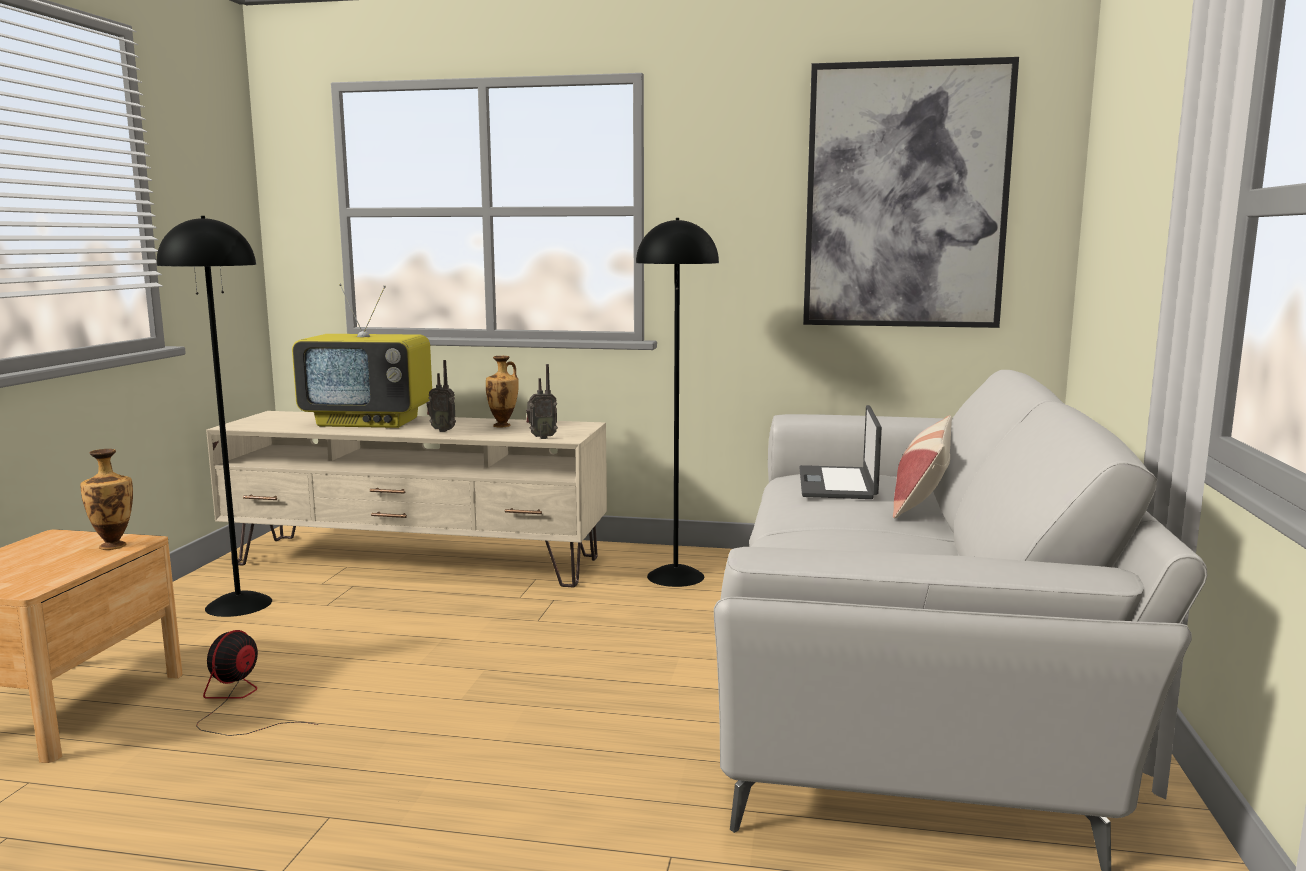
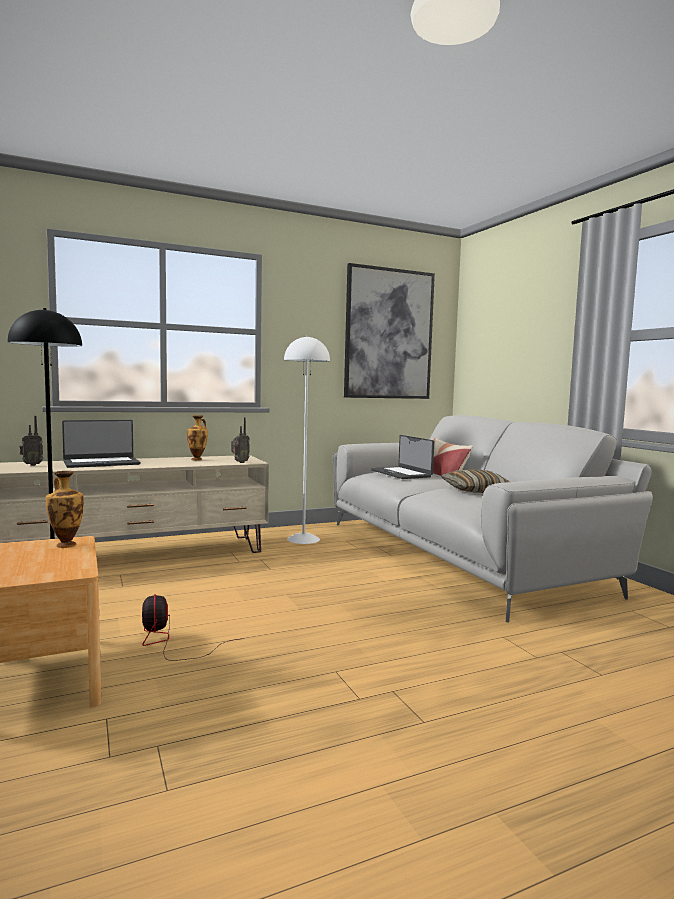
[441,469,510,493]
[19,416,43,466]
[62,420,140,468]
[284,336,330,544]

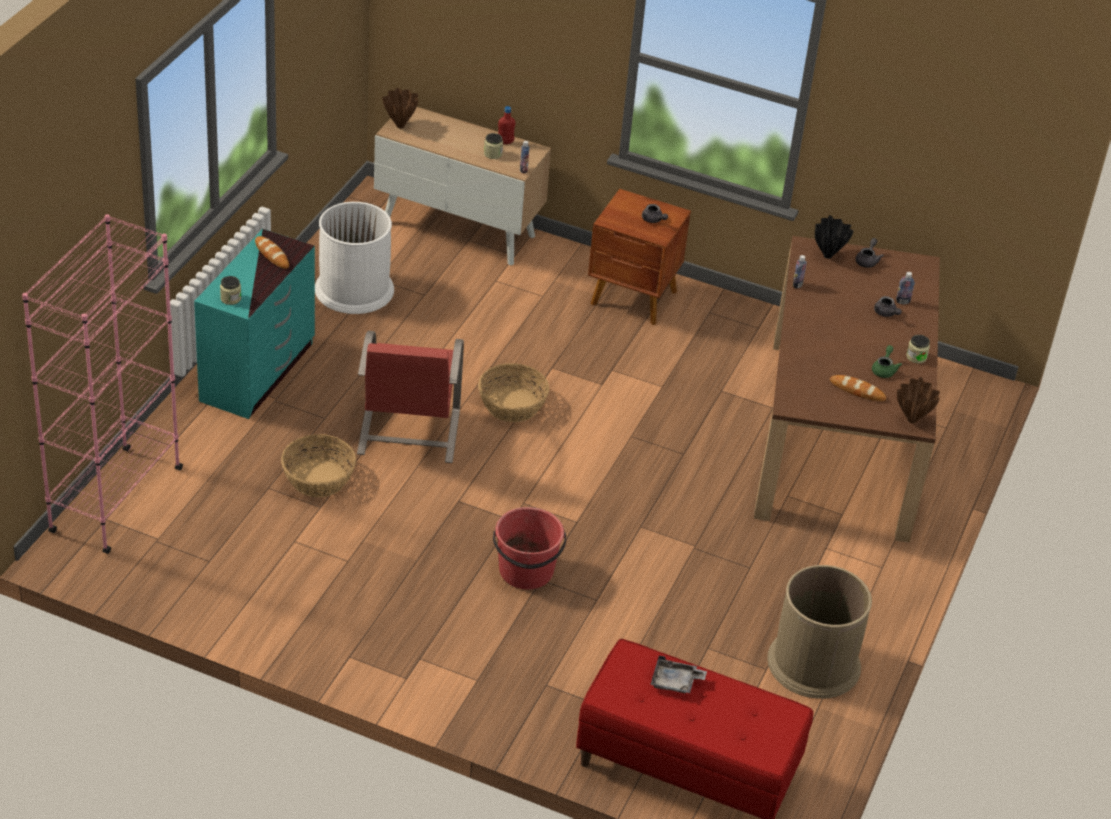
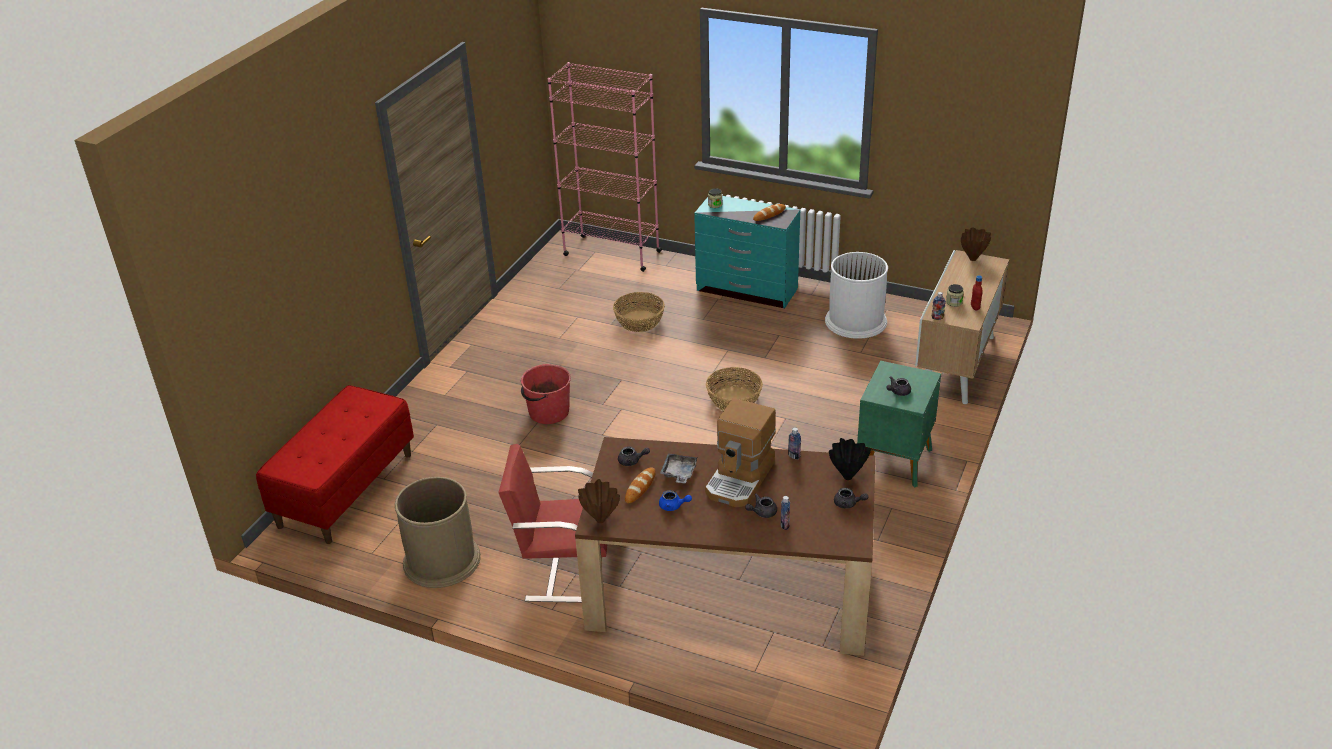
[906,335,930,363] (first image)
[618,446,650,466]
[705,398,776,507]
[498,444,608,603]
[660,453,698,483]
[857,361,941,488]
[659,490,692,511]

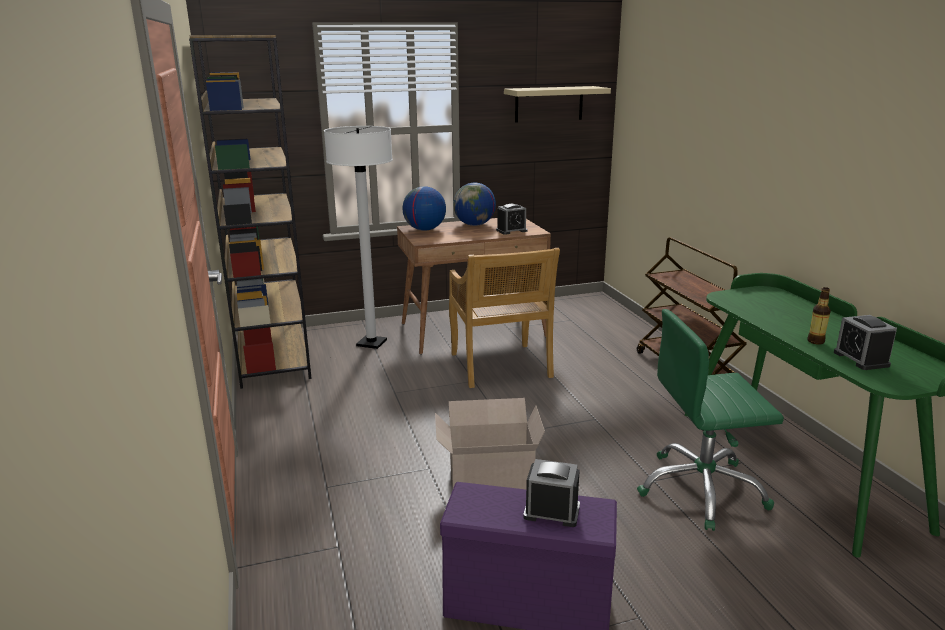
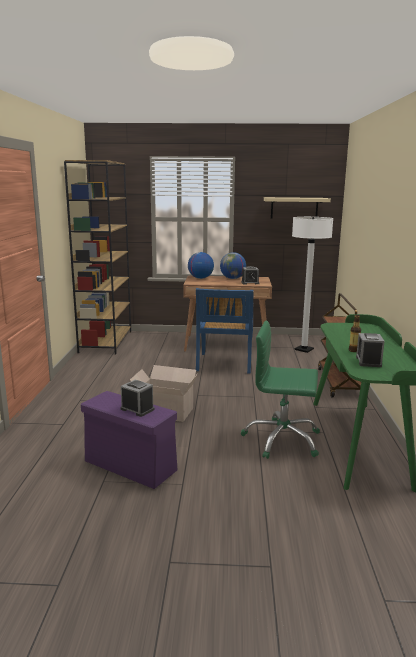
[292,217,333,353]
[196,288,254,374]

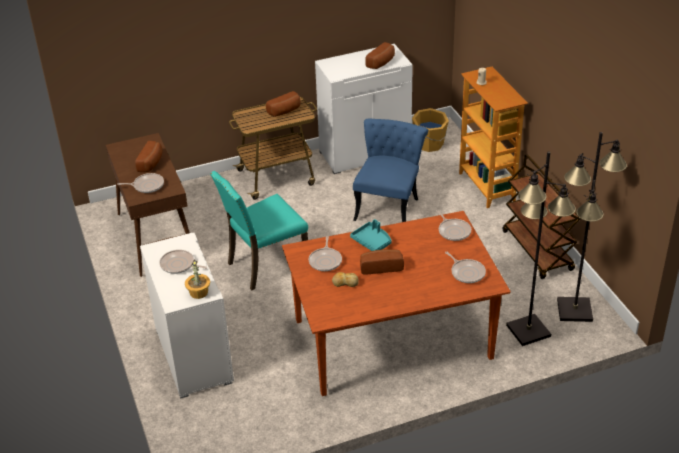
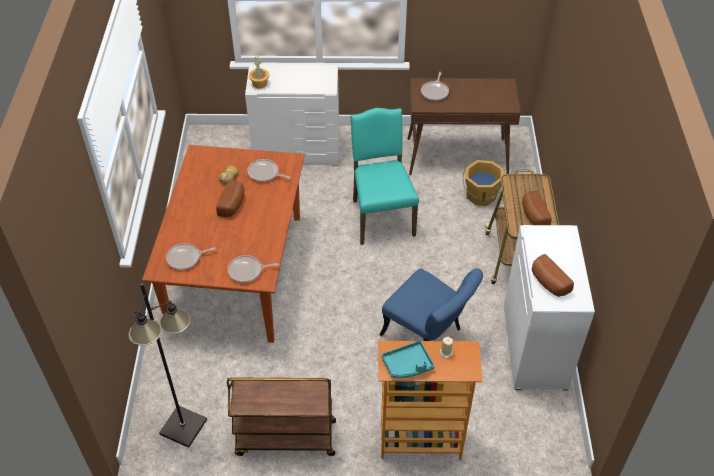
[135,141,163,172] (first image)
[160,250,207,274] (first image)
[506,151,576,346] (first image)
[381,341,435,378]
[463,160,504,206]

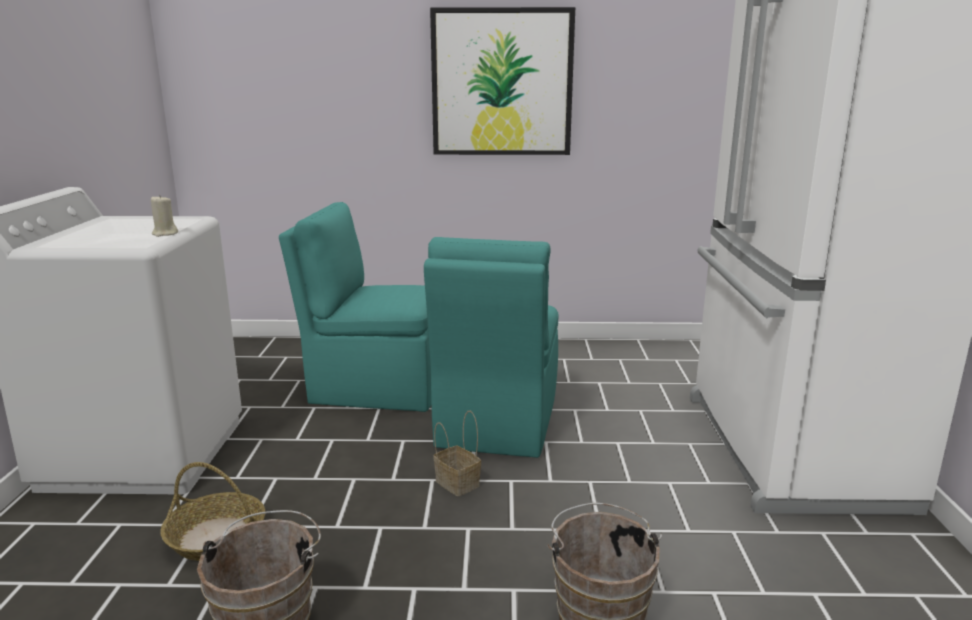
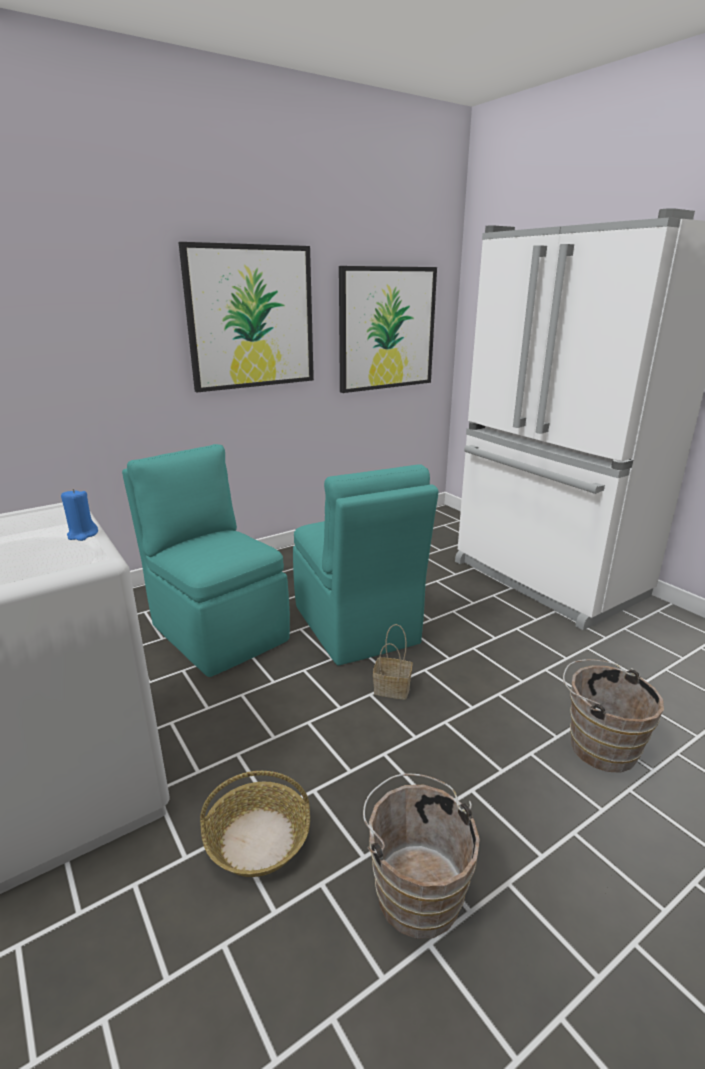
[339,266,437,393]
[61,489,98,541]
[122,444,290,677]

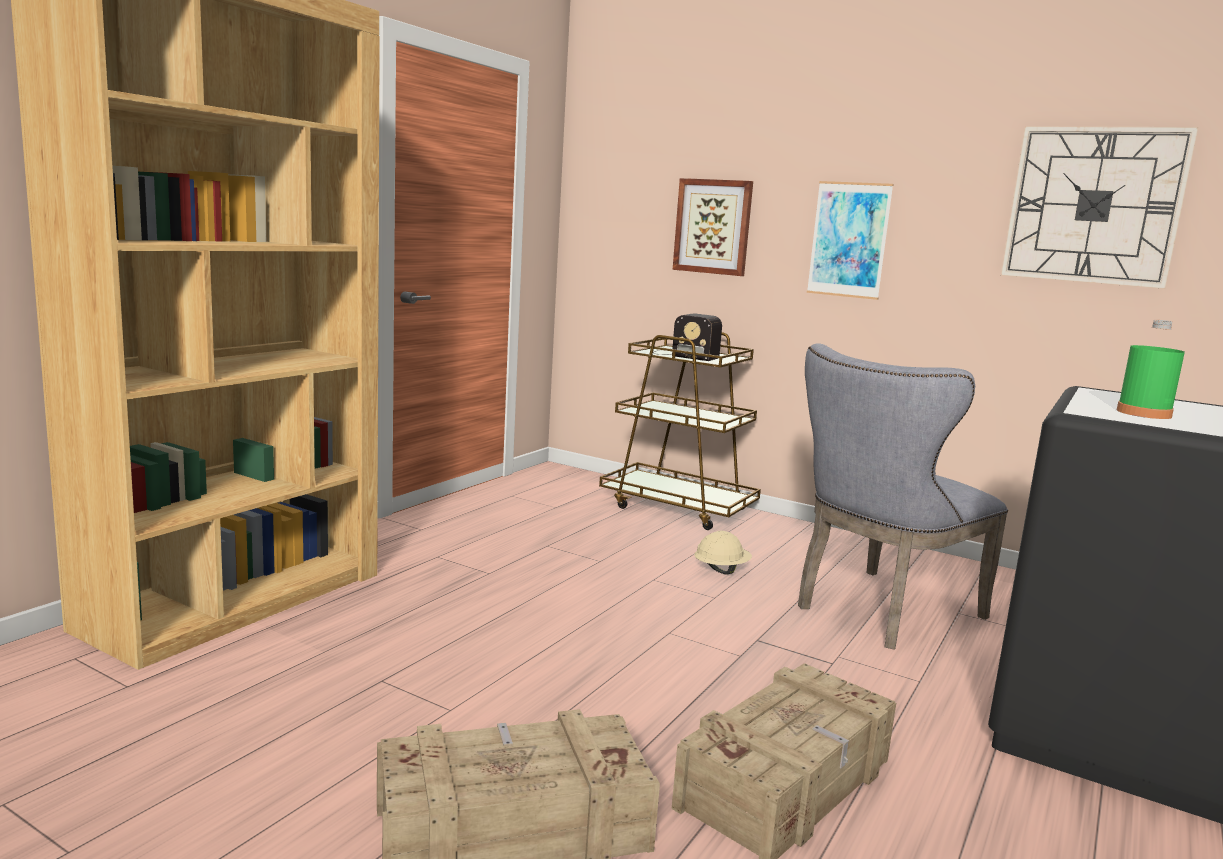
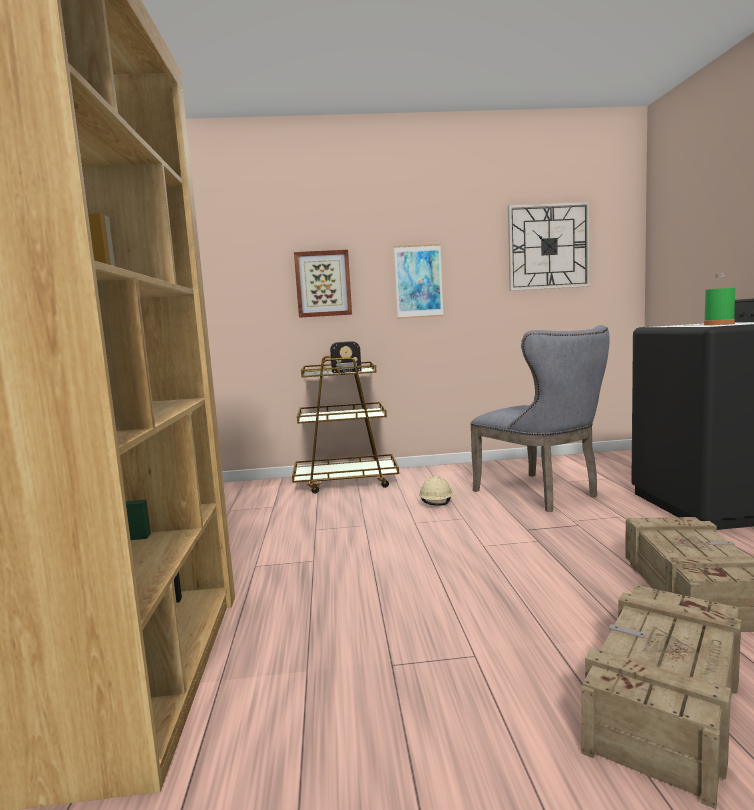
[470,325,610,512]

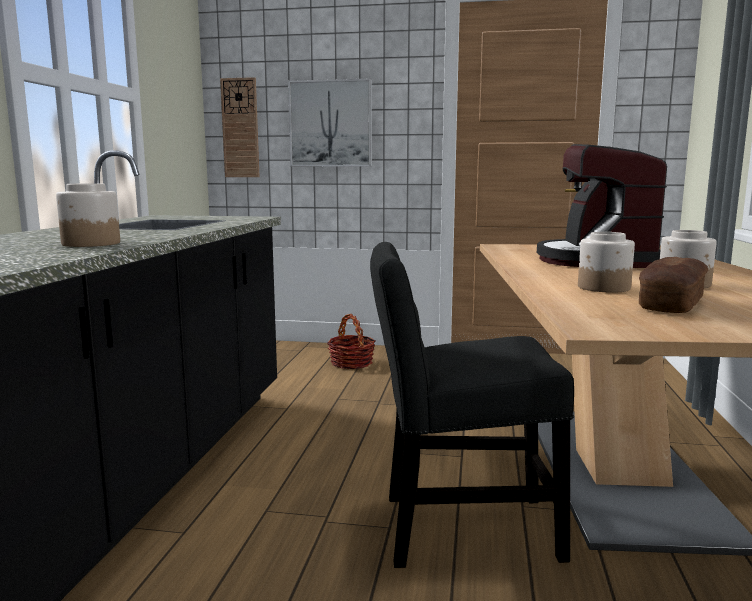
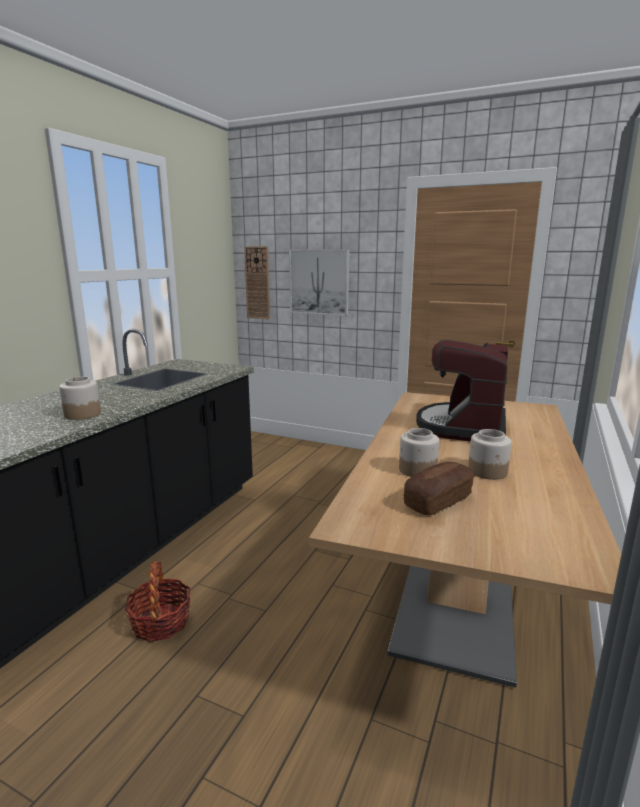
[370,242,574,568] (first image)
[125,561,191,642]

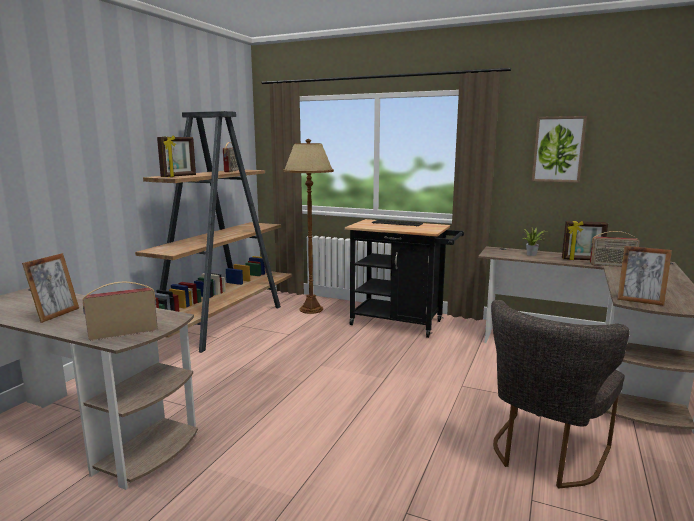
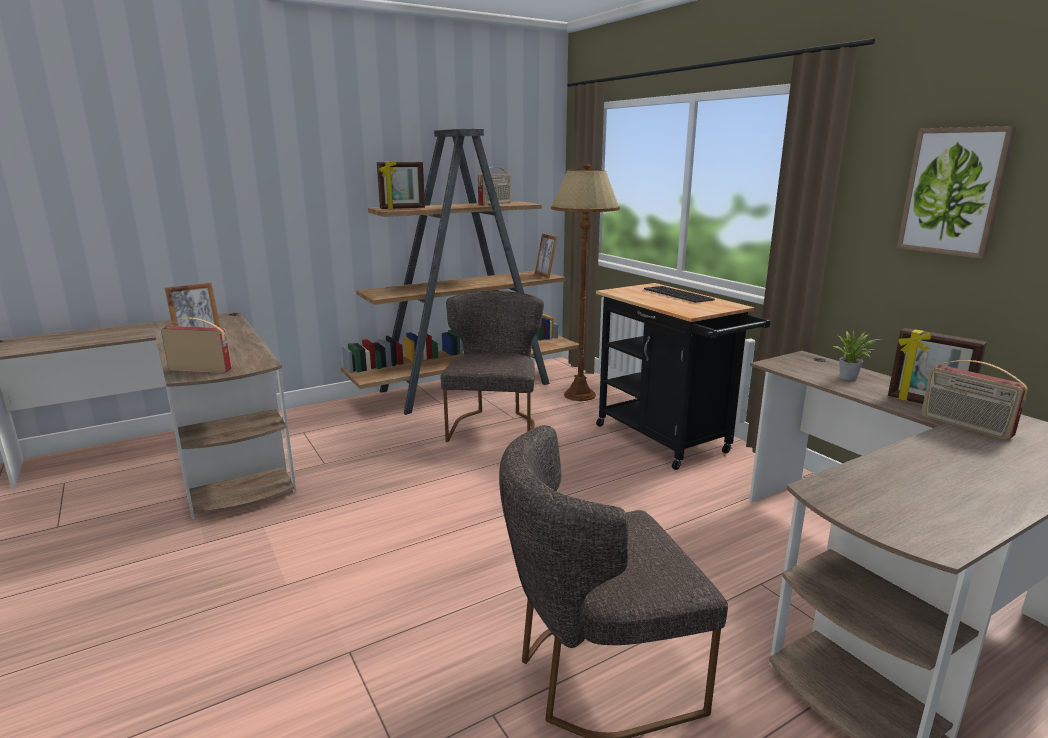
[440,291,544,442]
[535,233,557,279]

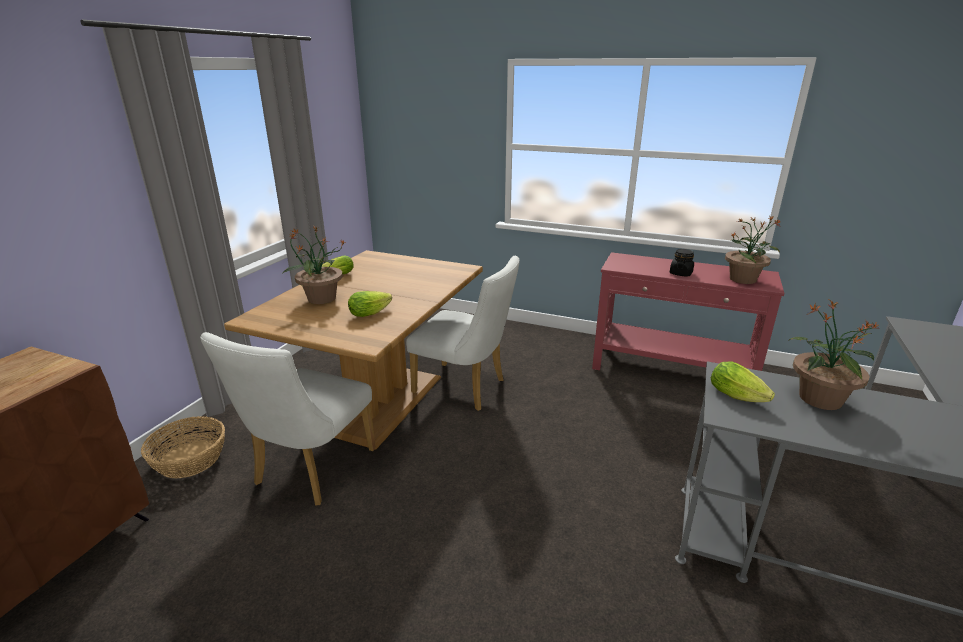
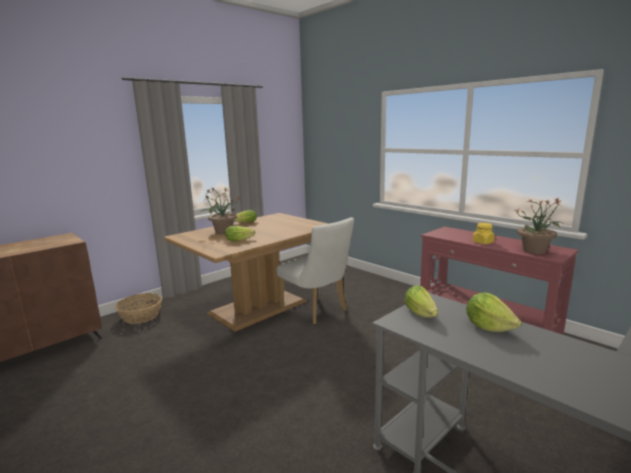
[200,332,376,505] (first image)
[466,292,521,332]
[473,223,495,244]

